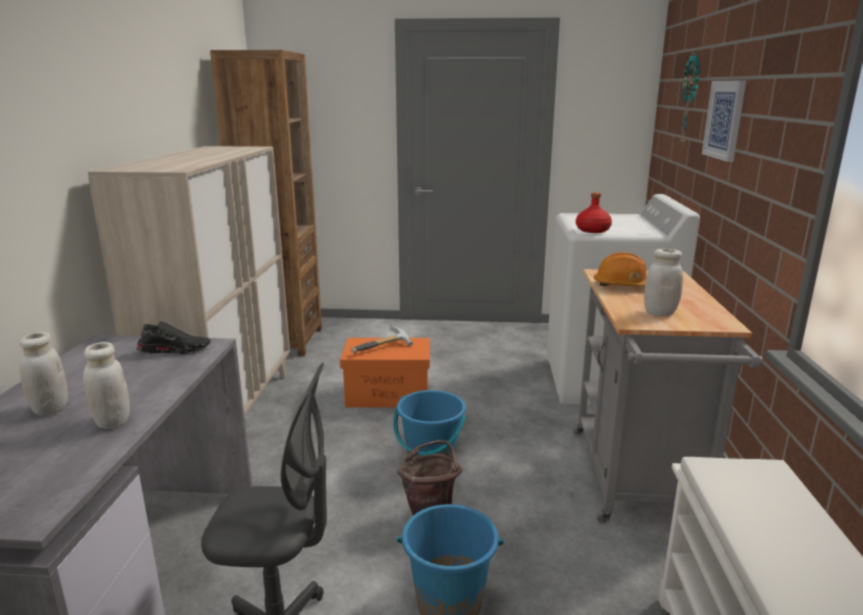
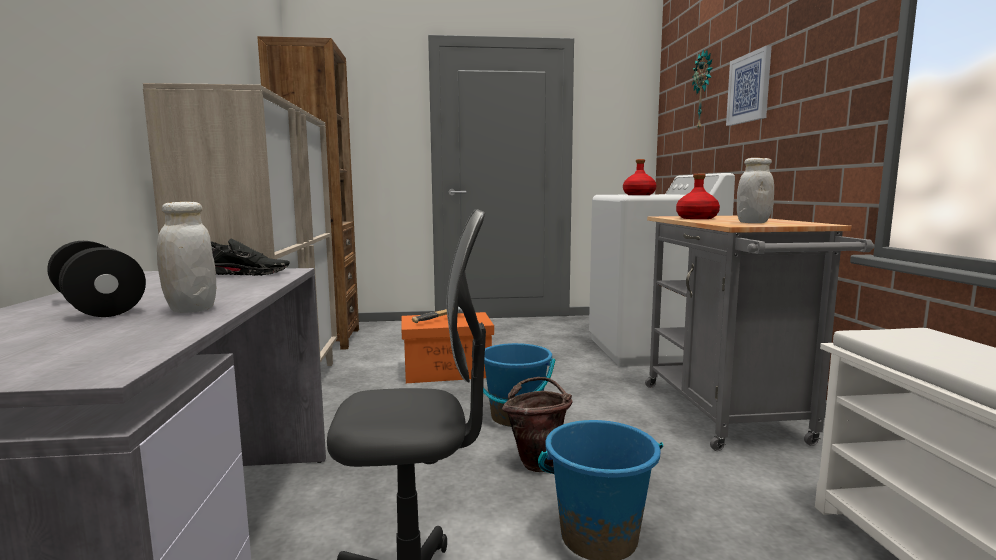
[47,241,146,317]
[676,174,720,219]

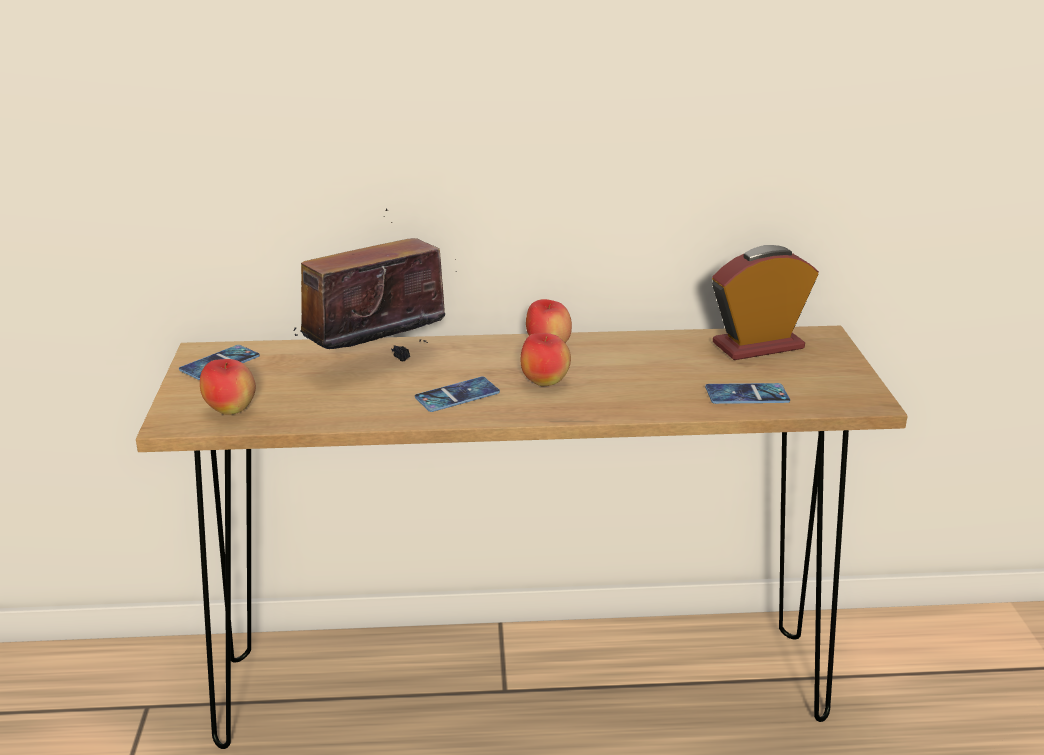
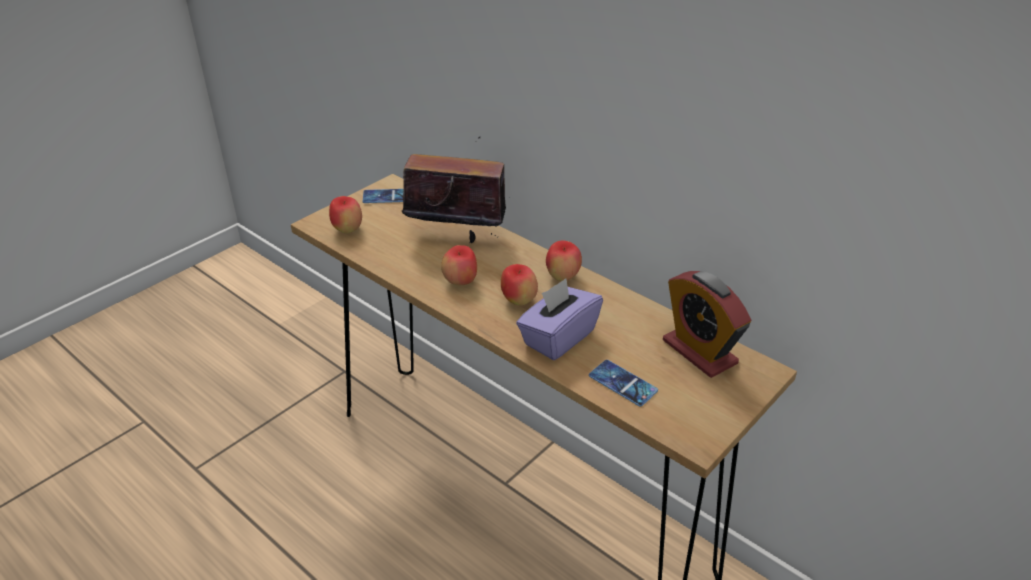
[516,278,603,360]
[441,245,477,285]
[663,271,751,378]

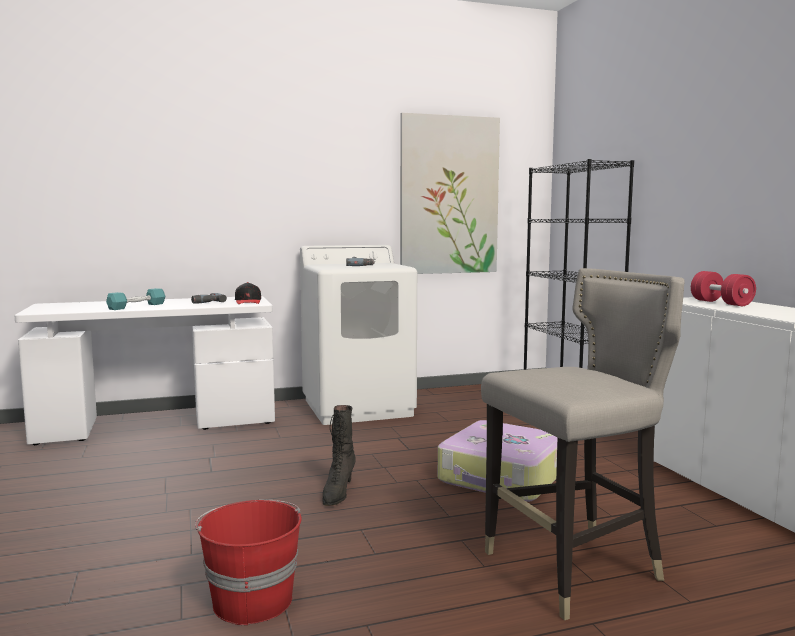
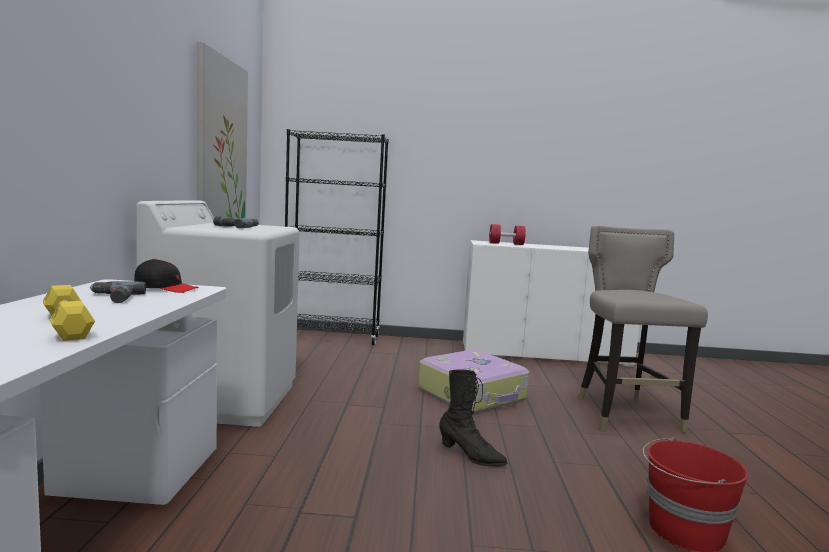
[43,285,95,341]

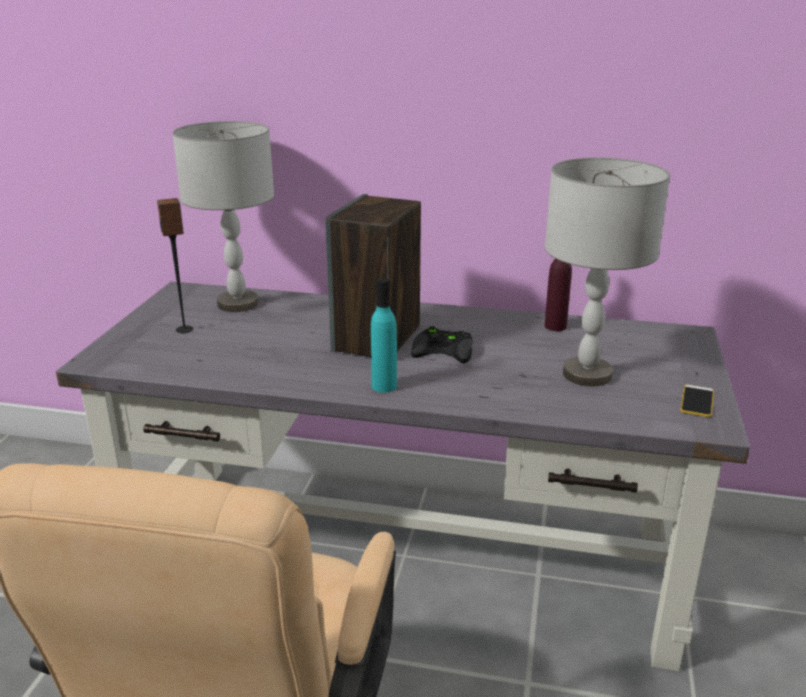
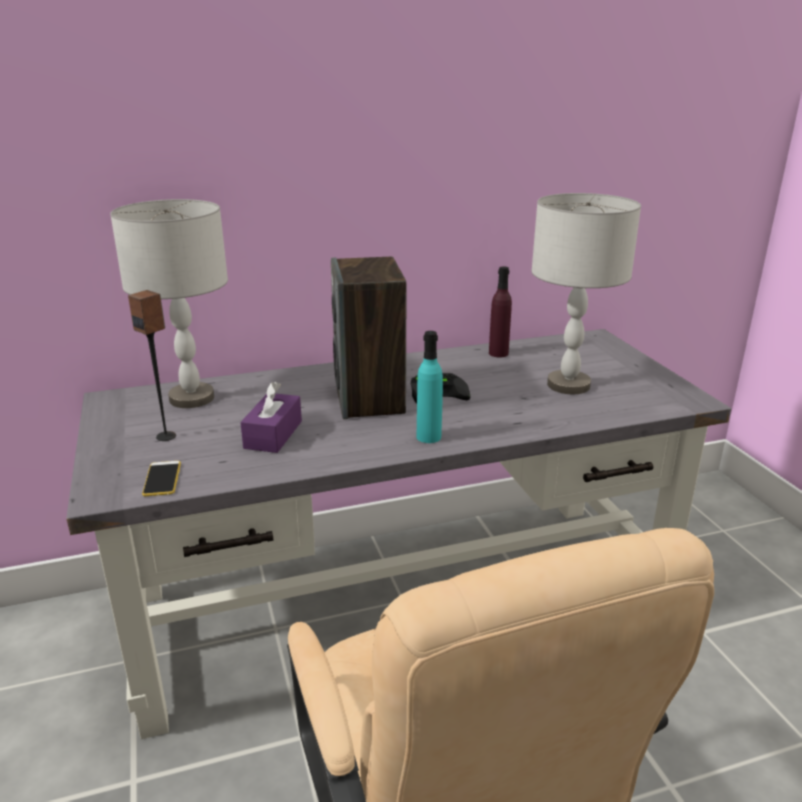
[240,382,302,453]
[142,461,181,496]

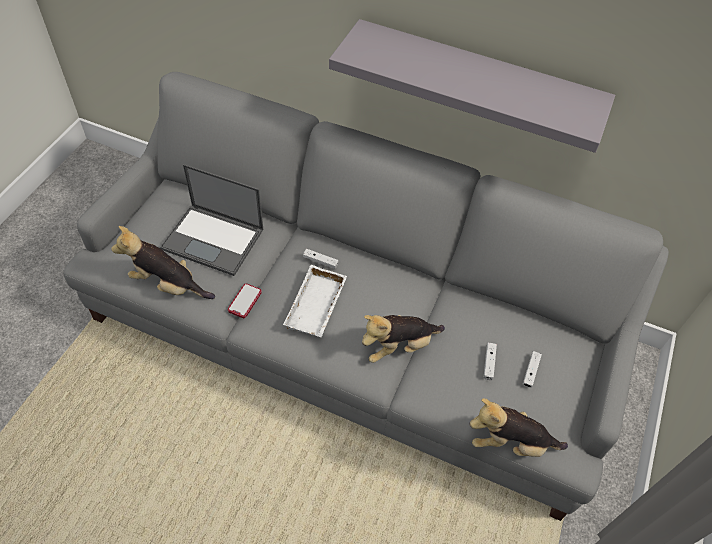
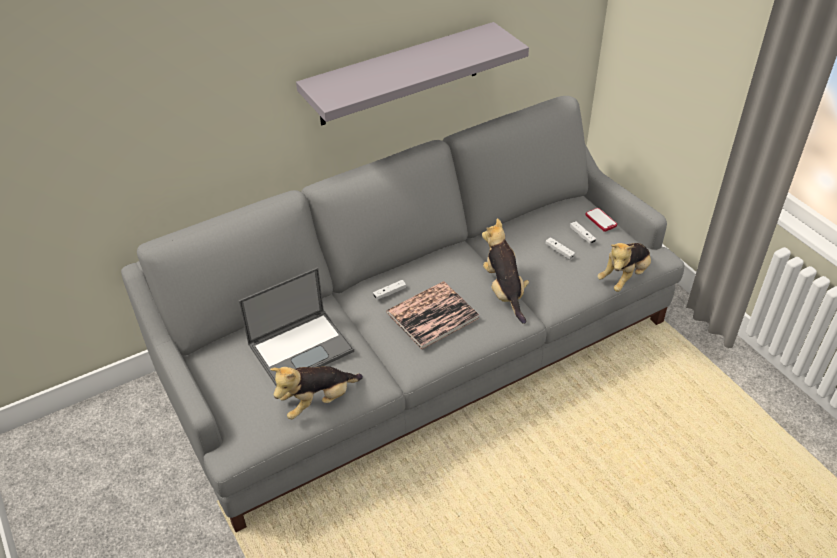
[585,208,617,232]
[386,281,479,349]
[482,218,529,324]

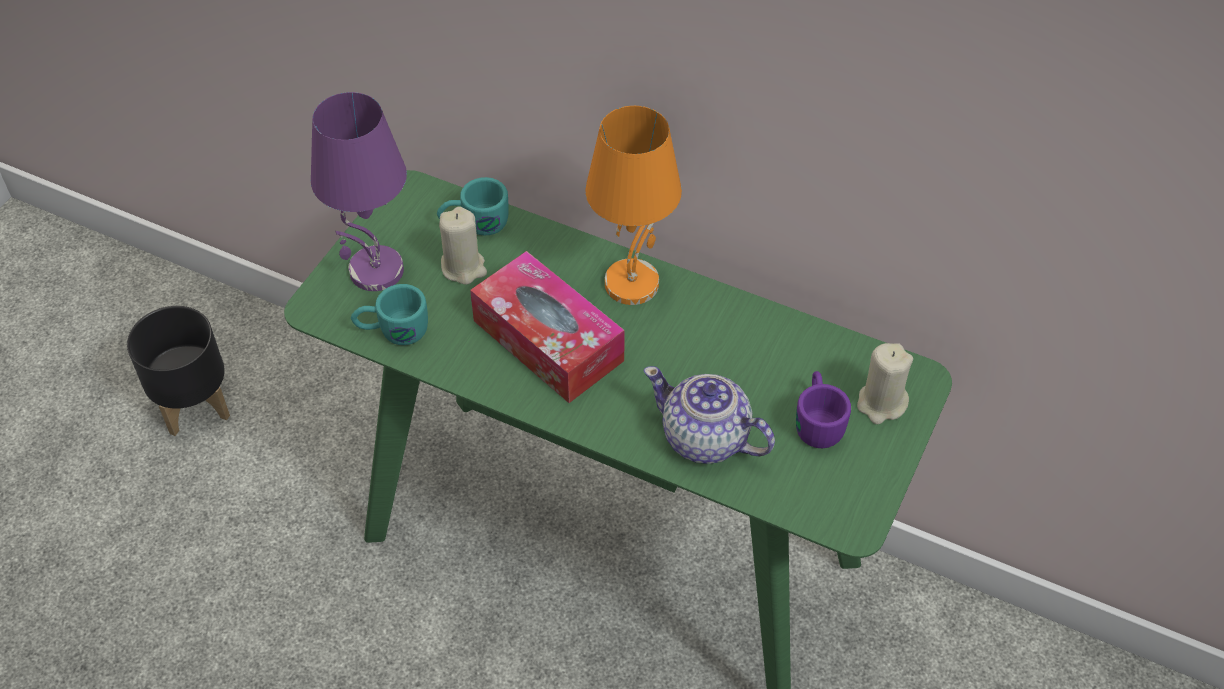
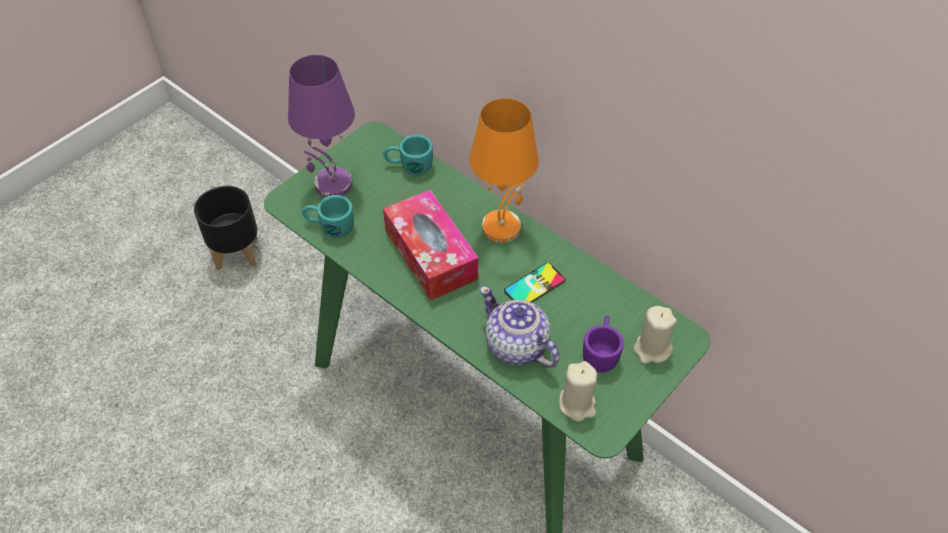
[504,263,566,302]
[559,361,597,422]

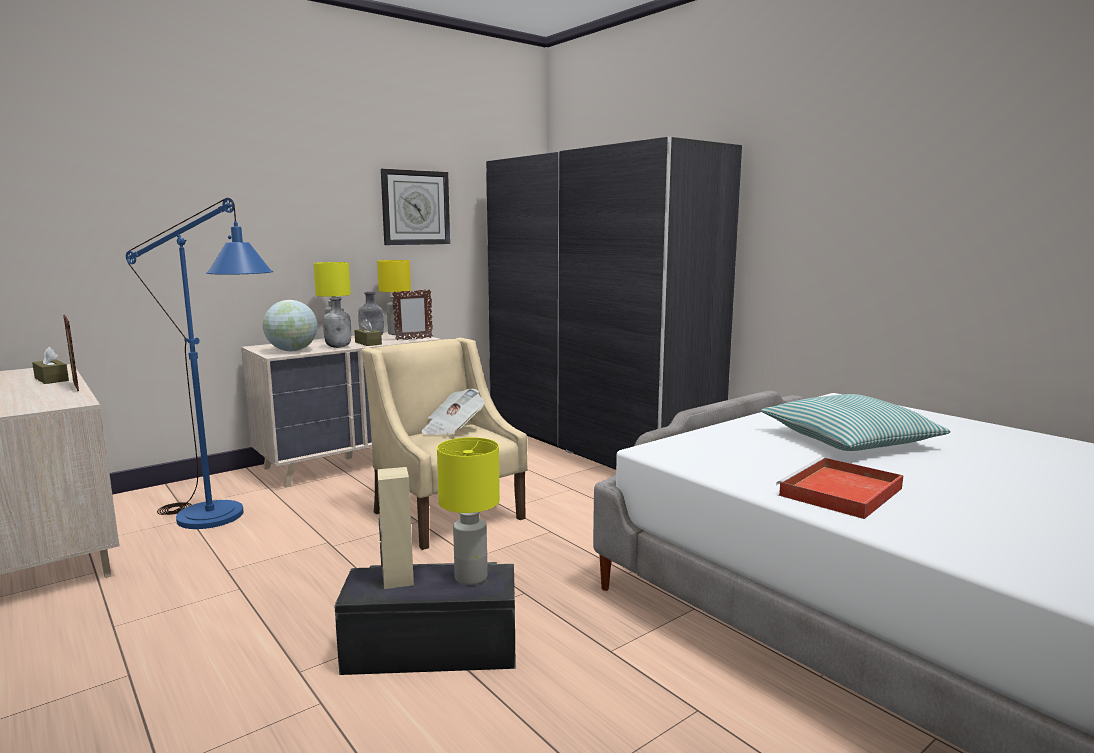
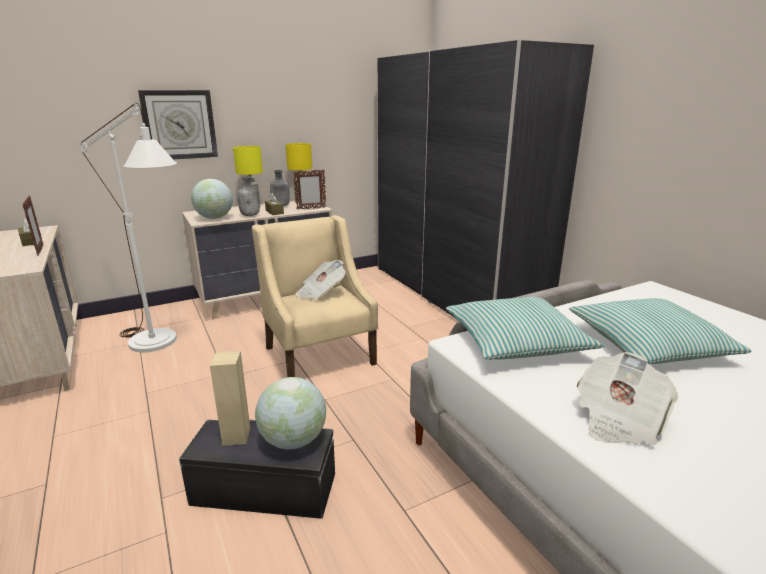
[446,297,604,360]
[138,90,218,159]
[255,377,326,449]
[577,352,678,445]
[80,103,177,352]

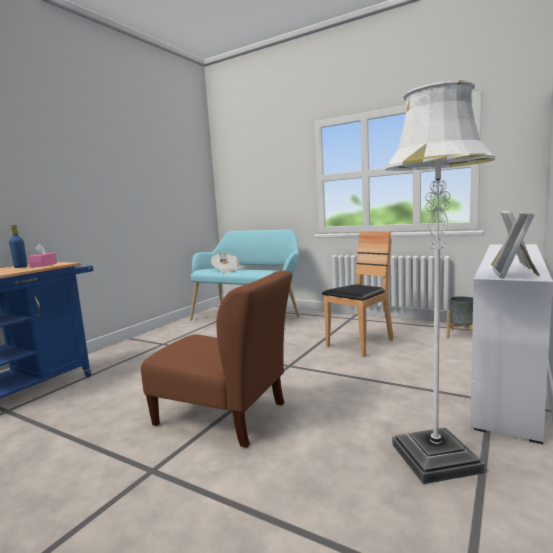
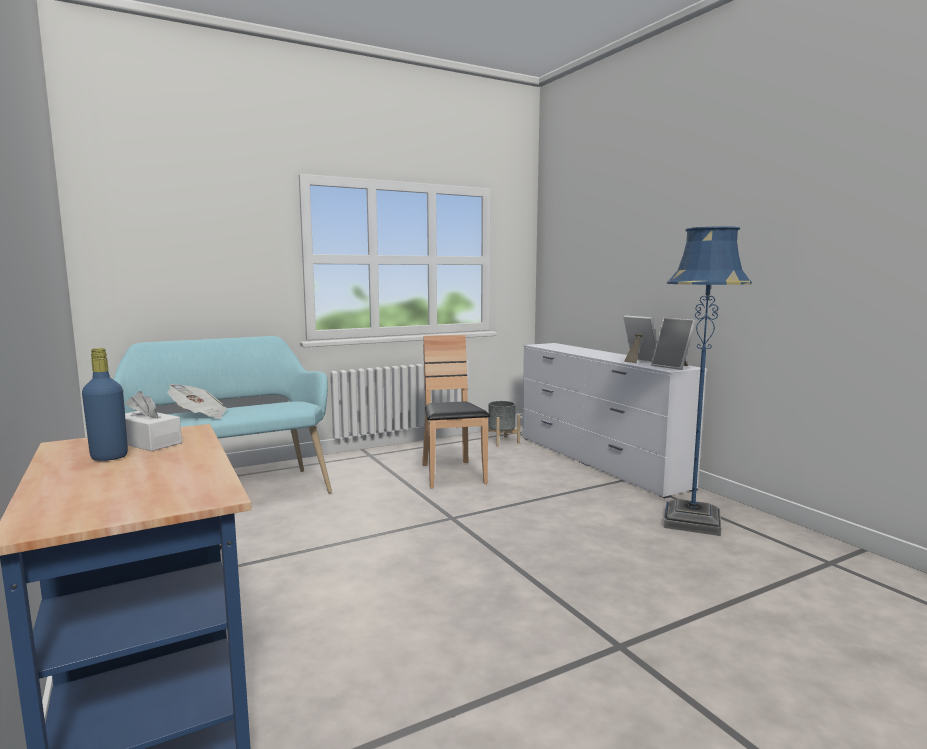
[141,270,292,448] (first image)
[125,391,182,451]
[664,226,752,536]

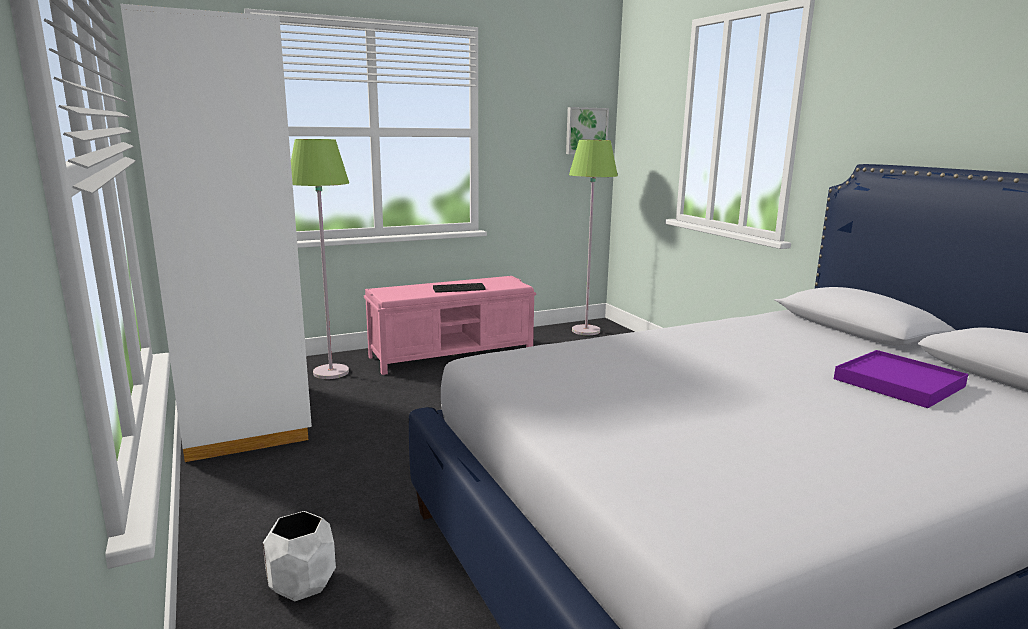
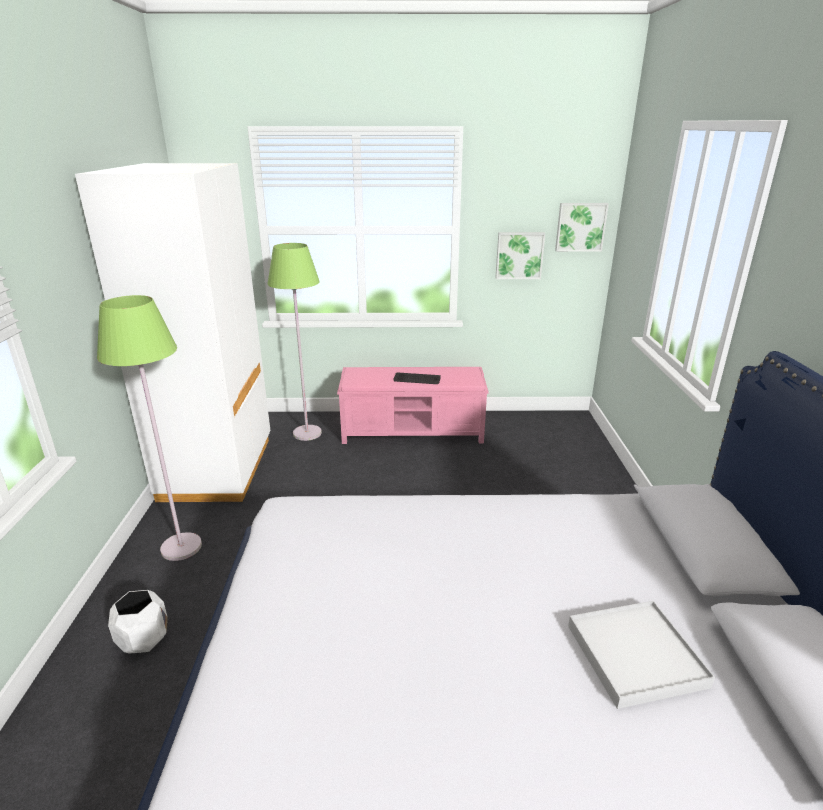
[495,232,545,279]
[97,295,202,561]
[568,601,715,709]

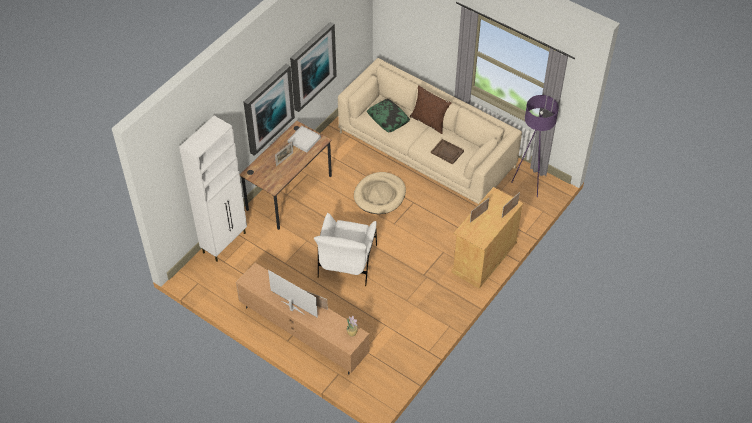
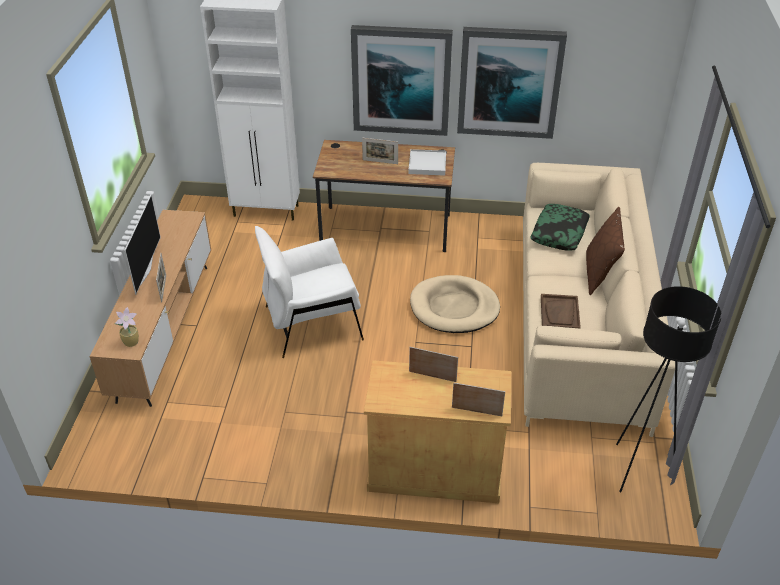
[616,286,721,493]

